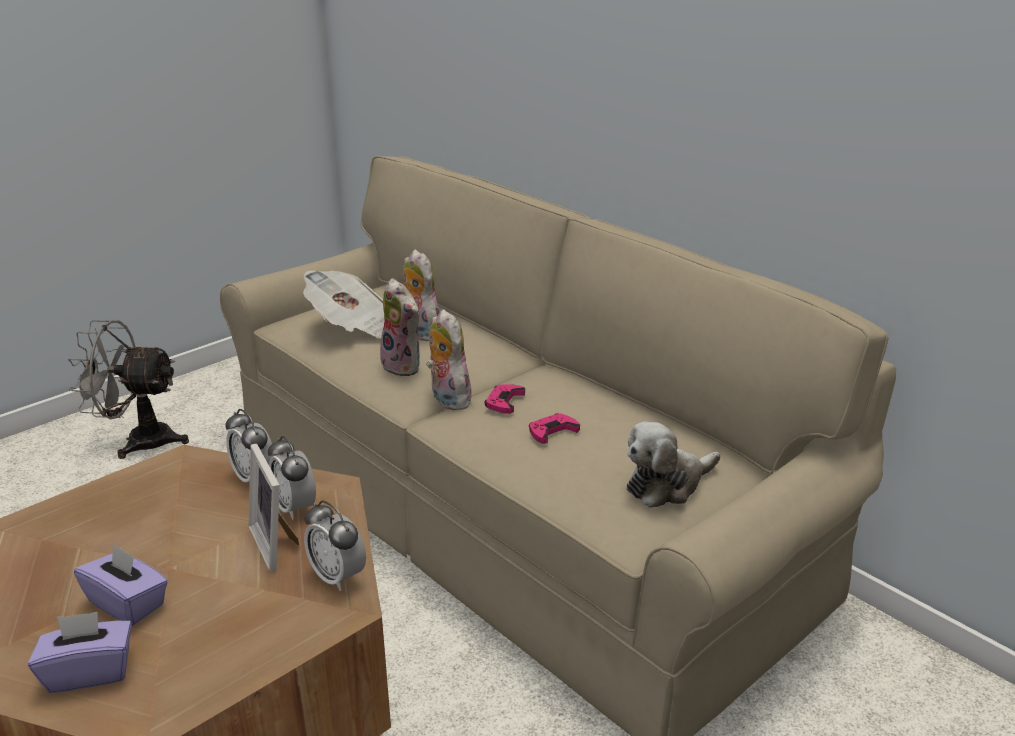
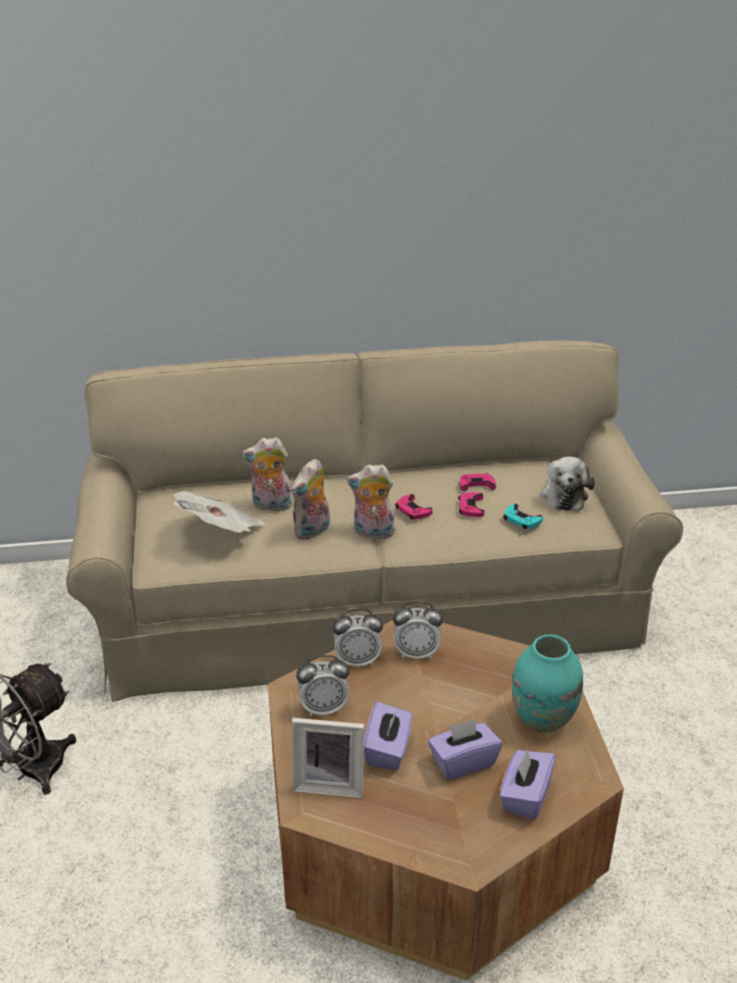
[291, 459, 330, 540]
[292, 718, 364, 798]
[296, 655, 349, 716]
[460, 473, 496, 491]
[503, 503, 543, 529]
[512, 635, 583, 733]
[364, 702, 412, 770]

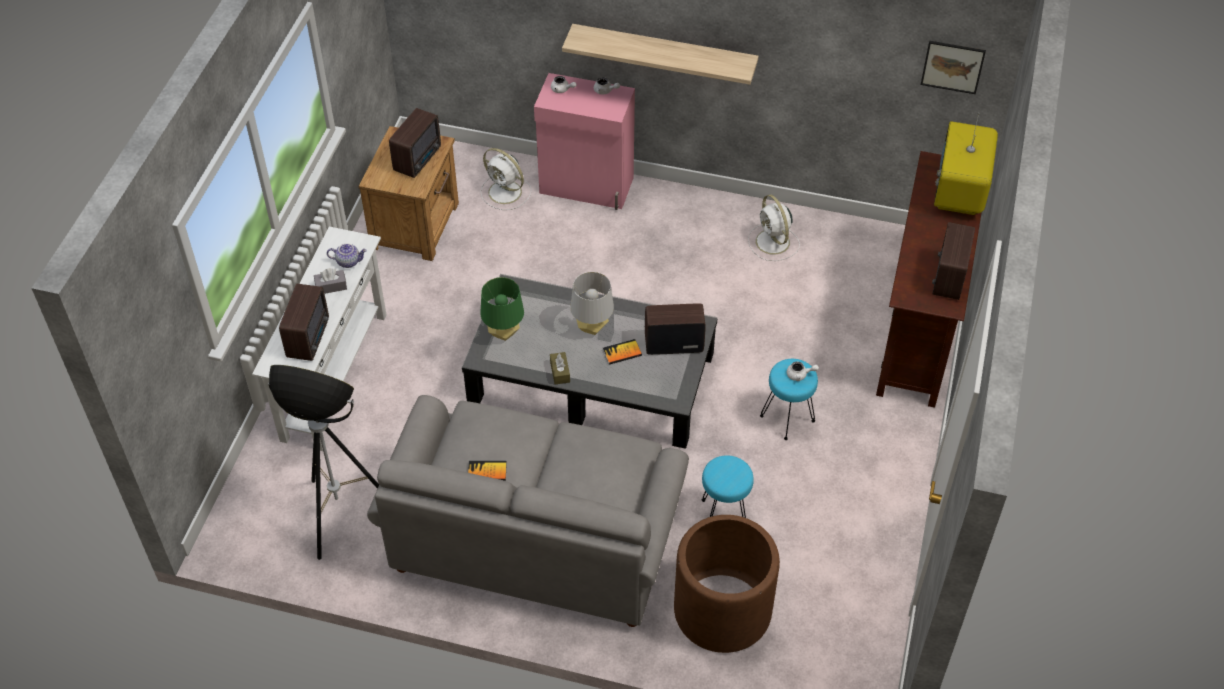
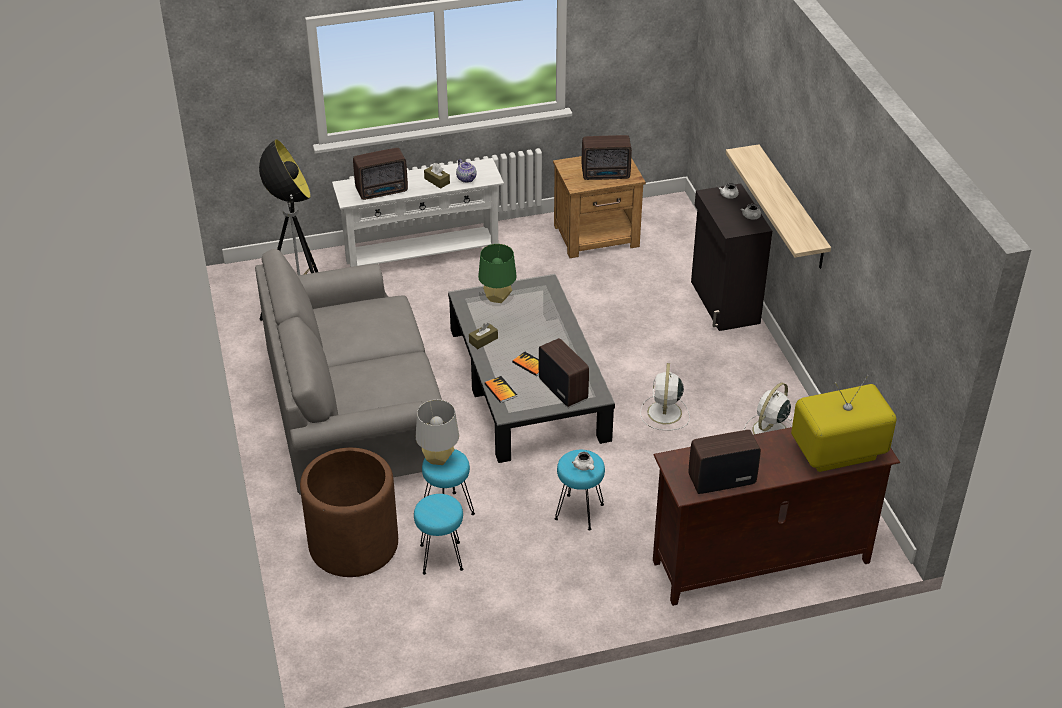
[921, 41, 986, 94] (first image)
[691, 183, 772, 331]
[640, 363, 690, 430]
[424, 163, 450, 189]
[416, 400, 459, 465]
[484, 376, 517, 403]
[414, 494, 463, 575]

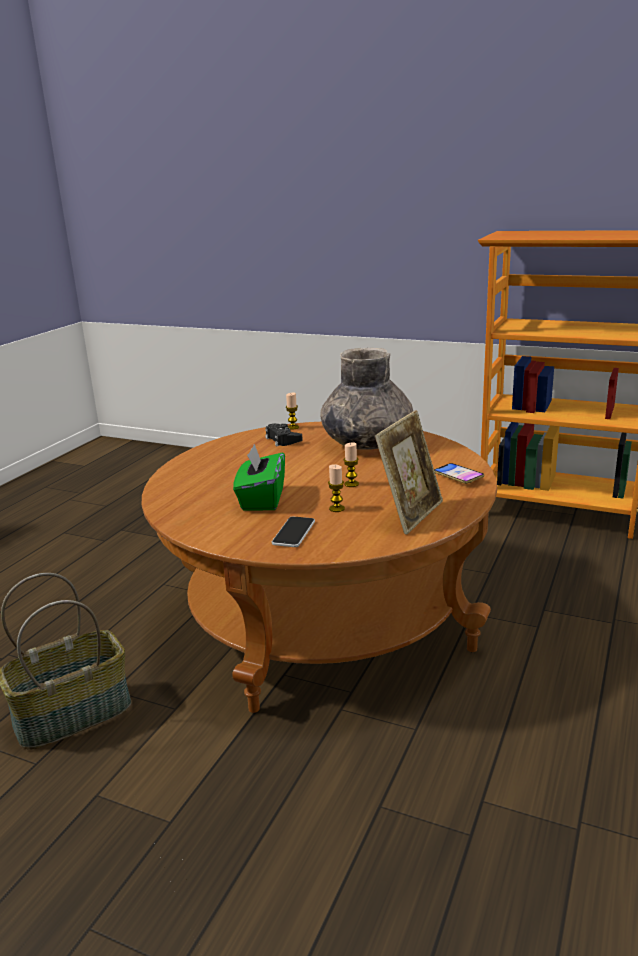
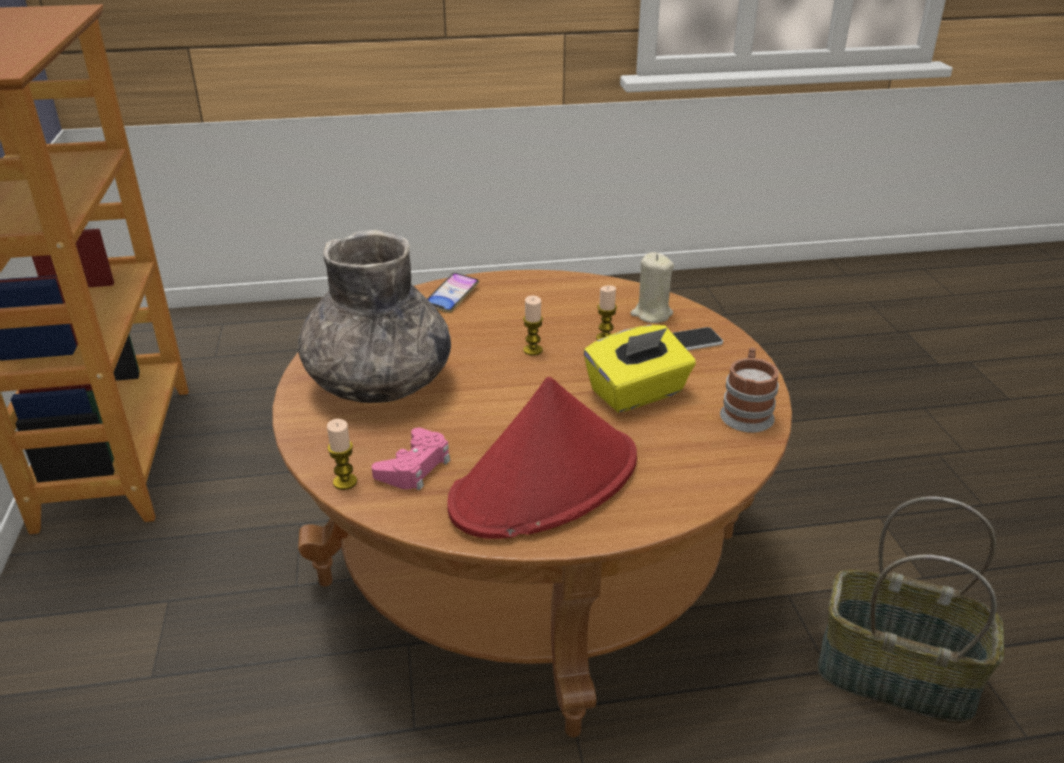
[375, 410, 443, 534] (first image)
[372, 428, 450, 490]
[584, 325, 696, 413]
[630, 252, 674, 323]
[720, 348, 779, 433]
[447, 377, 637, 539]

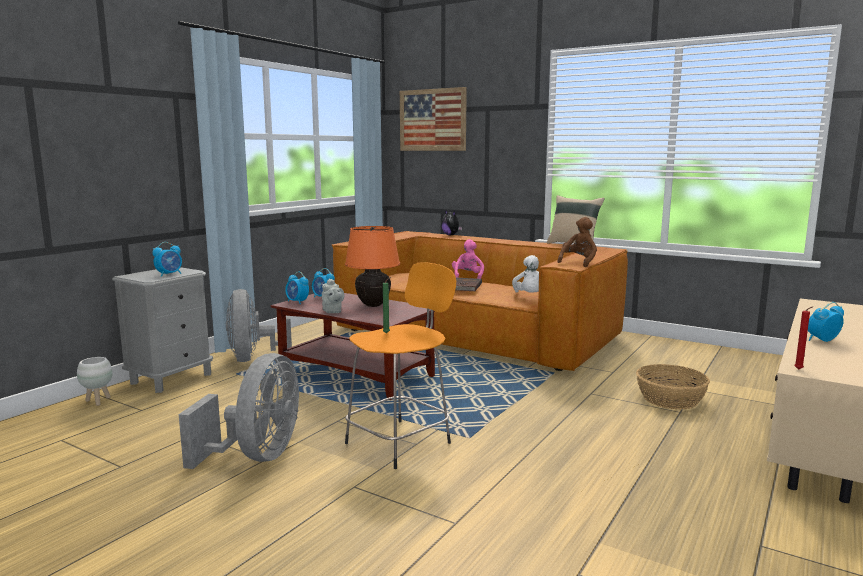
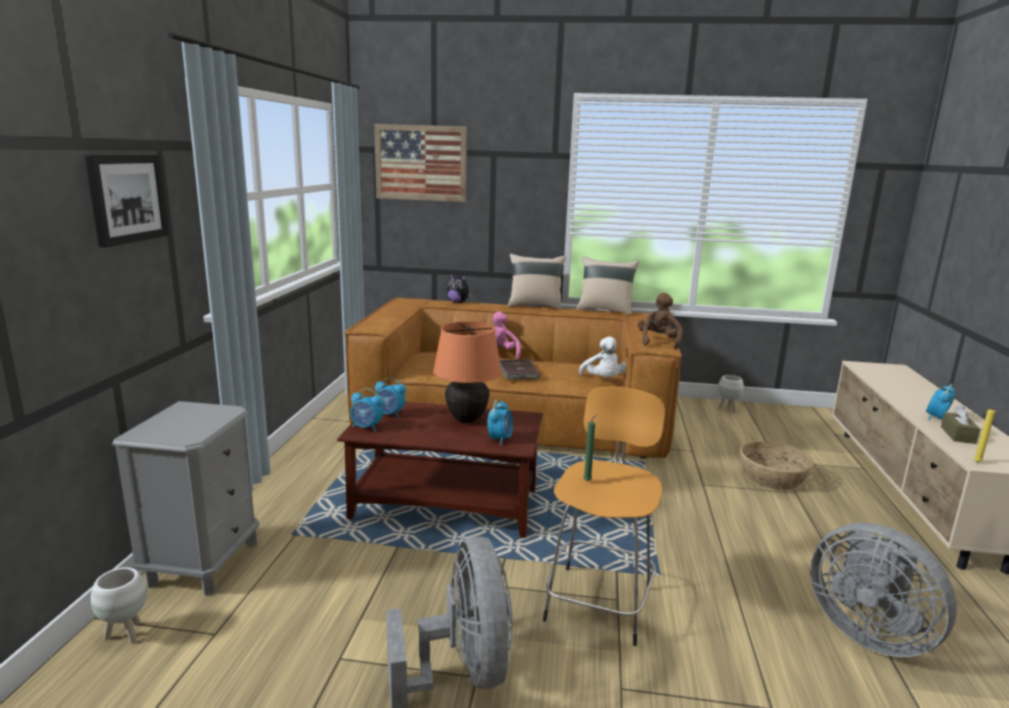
[487, 400, 513, 445]
[322, 278, 344, 313] (first image)
[810, 523, 957, 657]
[974, 406, 1001, 463]
[85, 155, 169, 247]
[508, 254, 566, 309]
[718, 375, 744, 413]
[941, 405, 980, 444]

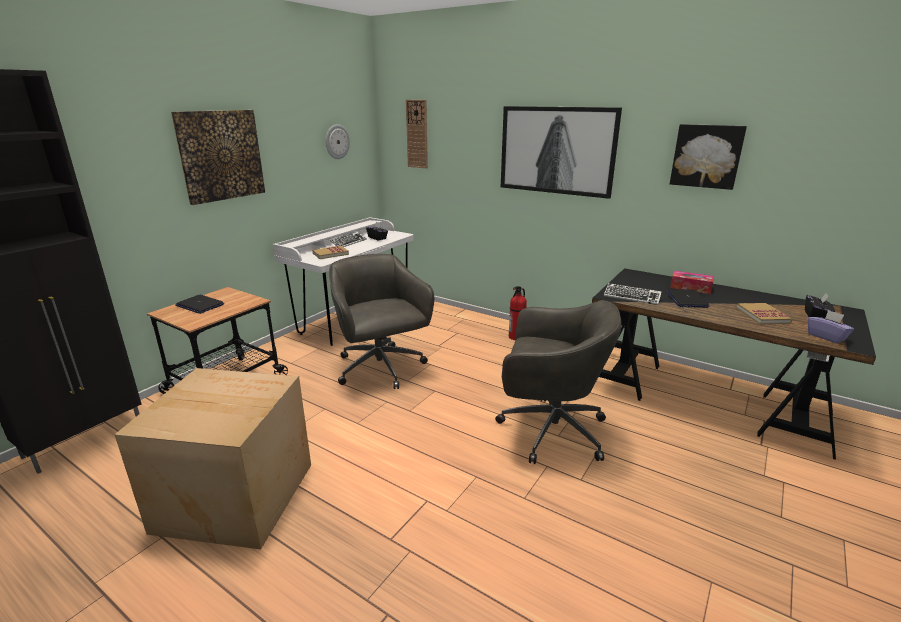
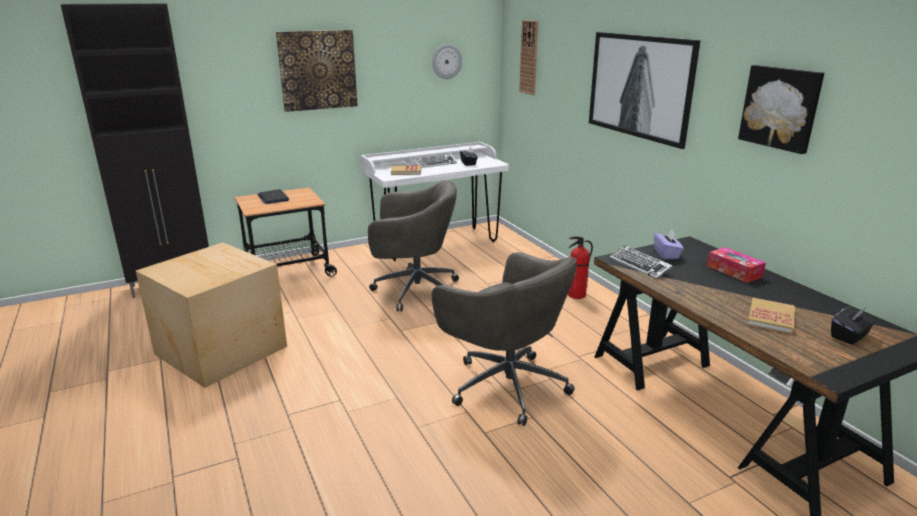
[368, 180, 459, 311]
[666, 289, 710, 308] (first image)
[654, 229, 684, 259]

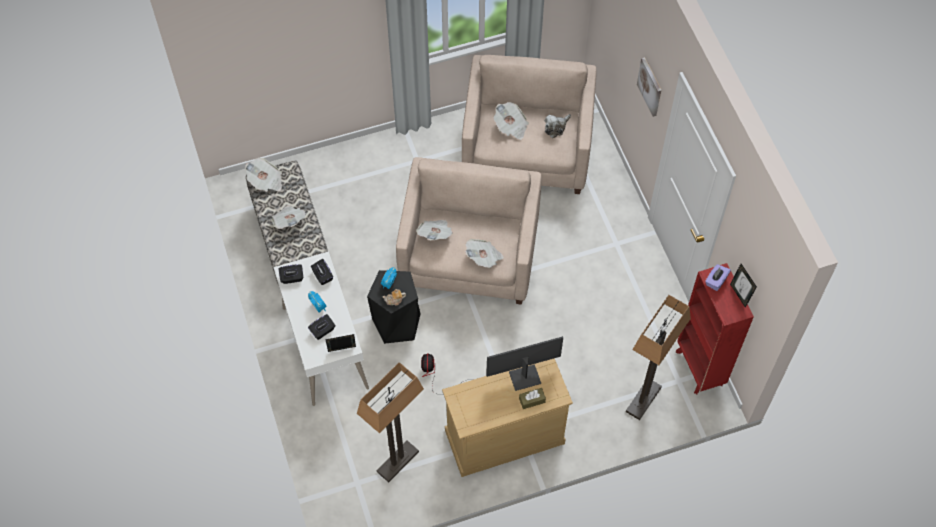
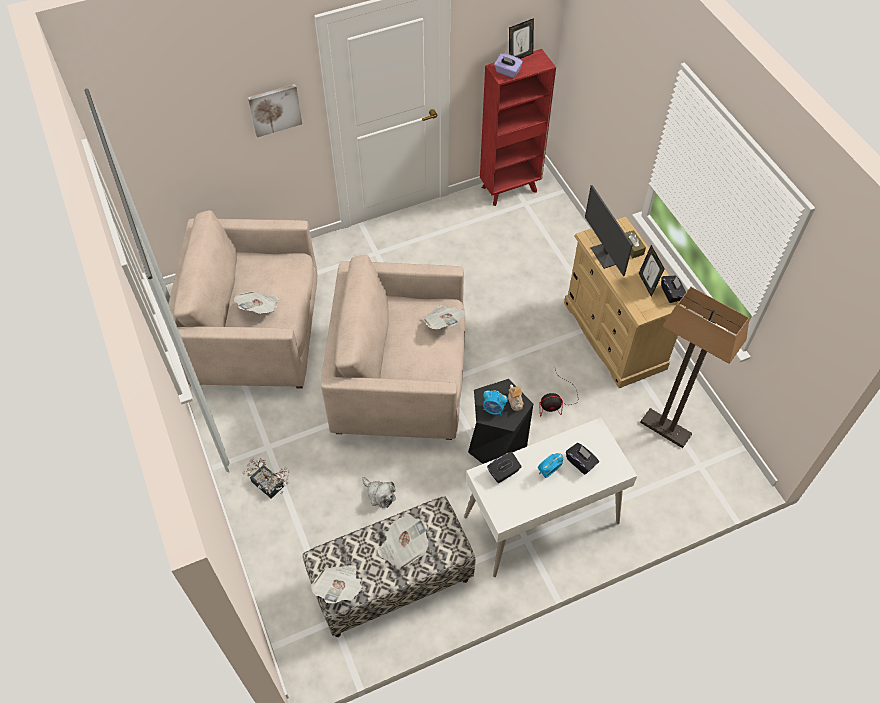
[362, 477, 396, 508]
[416, 220, 453, 240] (first image)
[661, 276, 686, 303]
[626, 295, 691, 420] (first image)
[639, 245, 665, 297]
[242, 458, 290, 499]

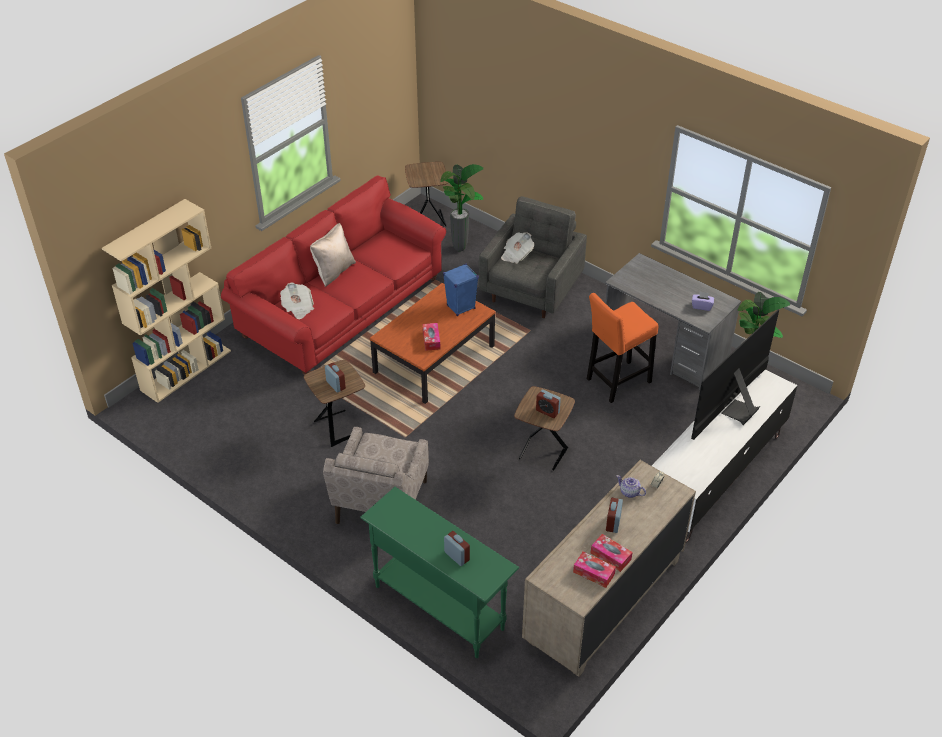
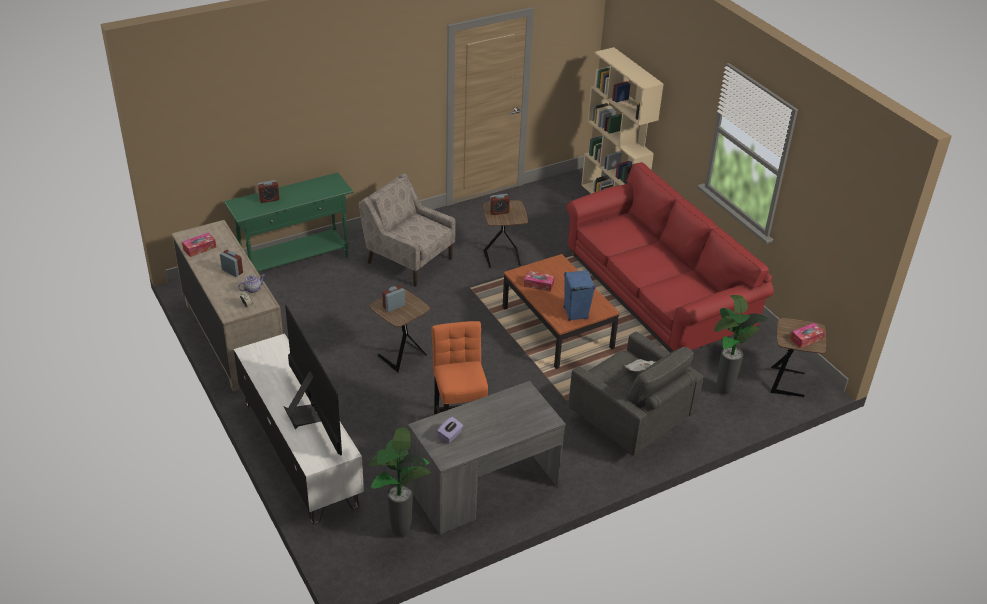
[310, 223, 356, 287] (first image)
[280, 282, 314, 319] (first image)
[790, 323, 825, 348]

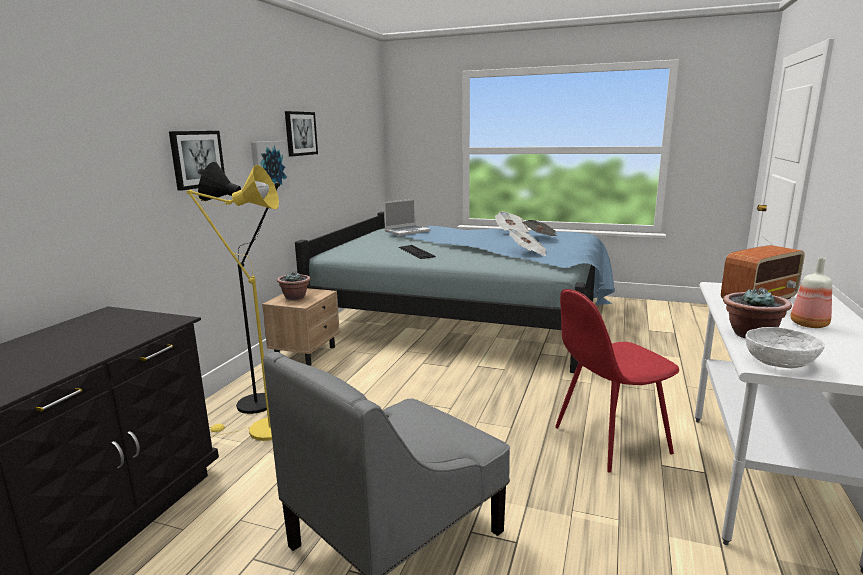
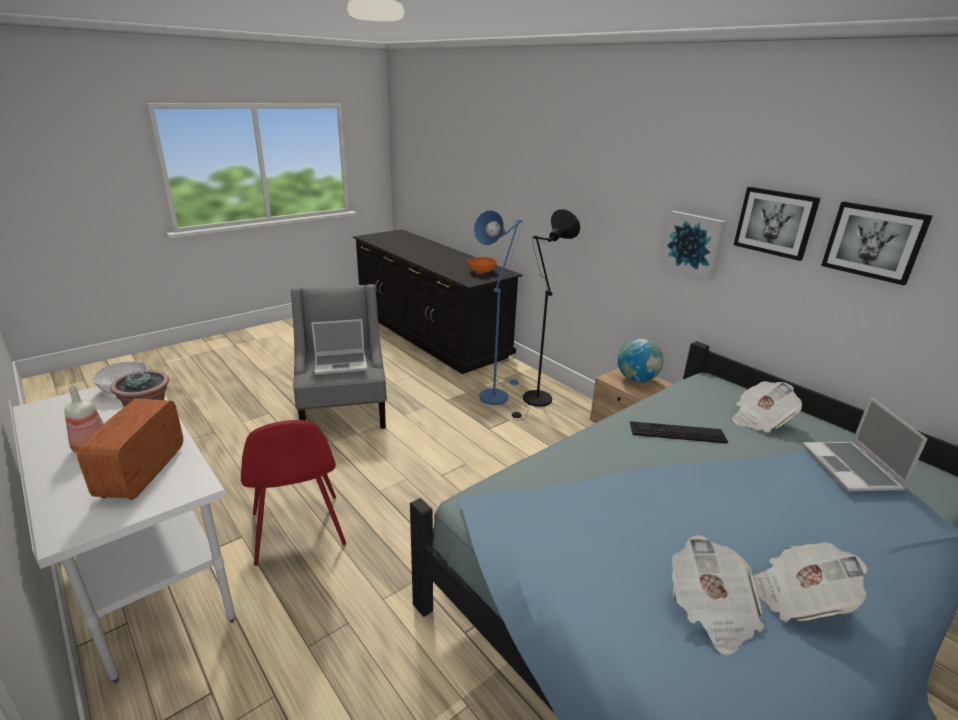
[821, 201, 933, 285]
[474, 210, 523, 405]
[732, 381, 802, 433]
[618, 338, 663, 382]
[241, 420, 346, 566]
[468, 257, 497, 273]
[311, 319, 367, 375]

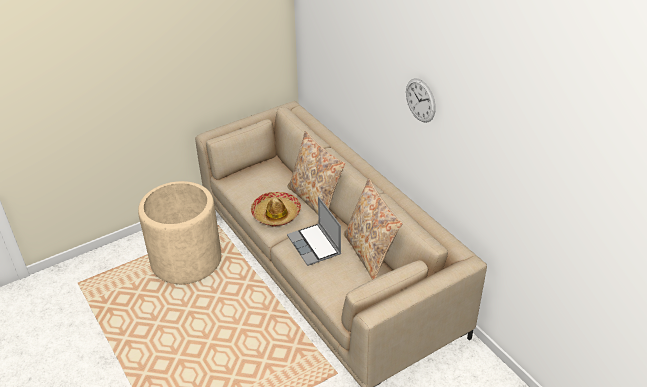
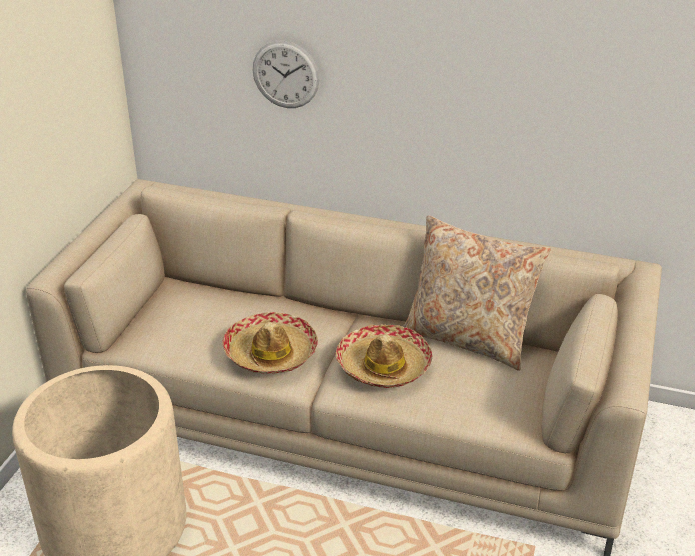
[253, 41, 319, 108]
[287, 131, 346, 215] (first image)
[336, 325, 432, 388]

